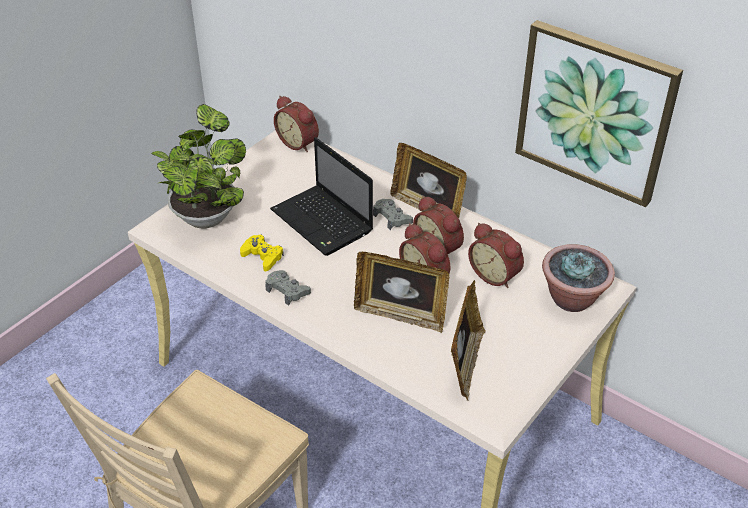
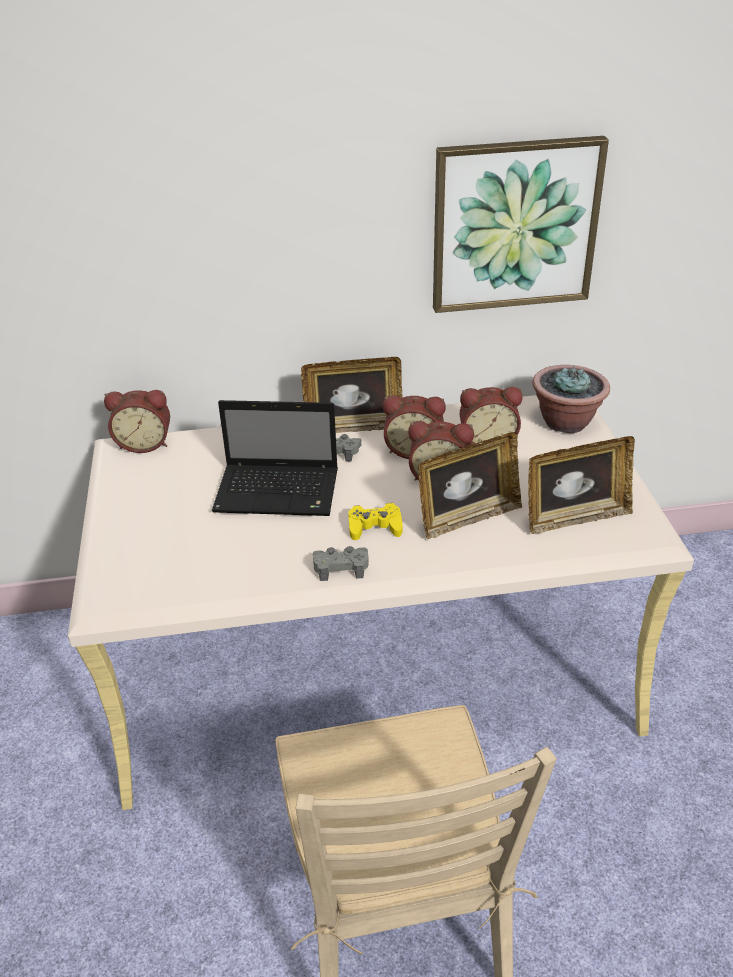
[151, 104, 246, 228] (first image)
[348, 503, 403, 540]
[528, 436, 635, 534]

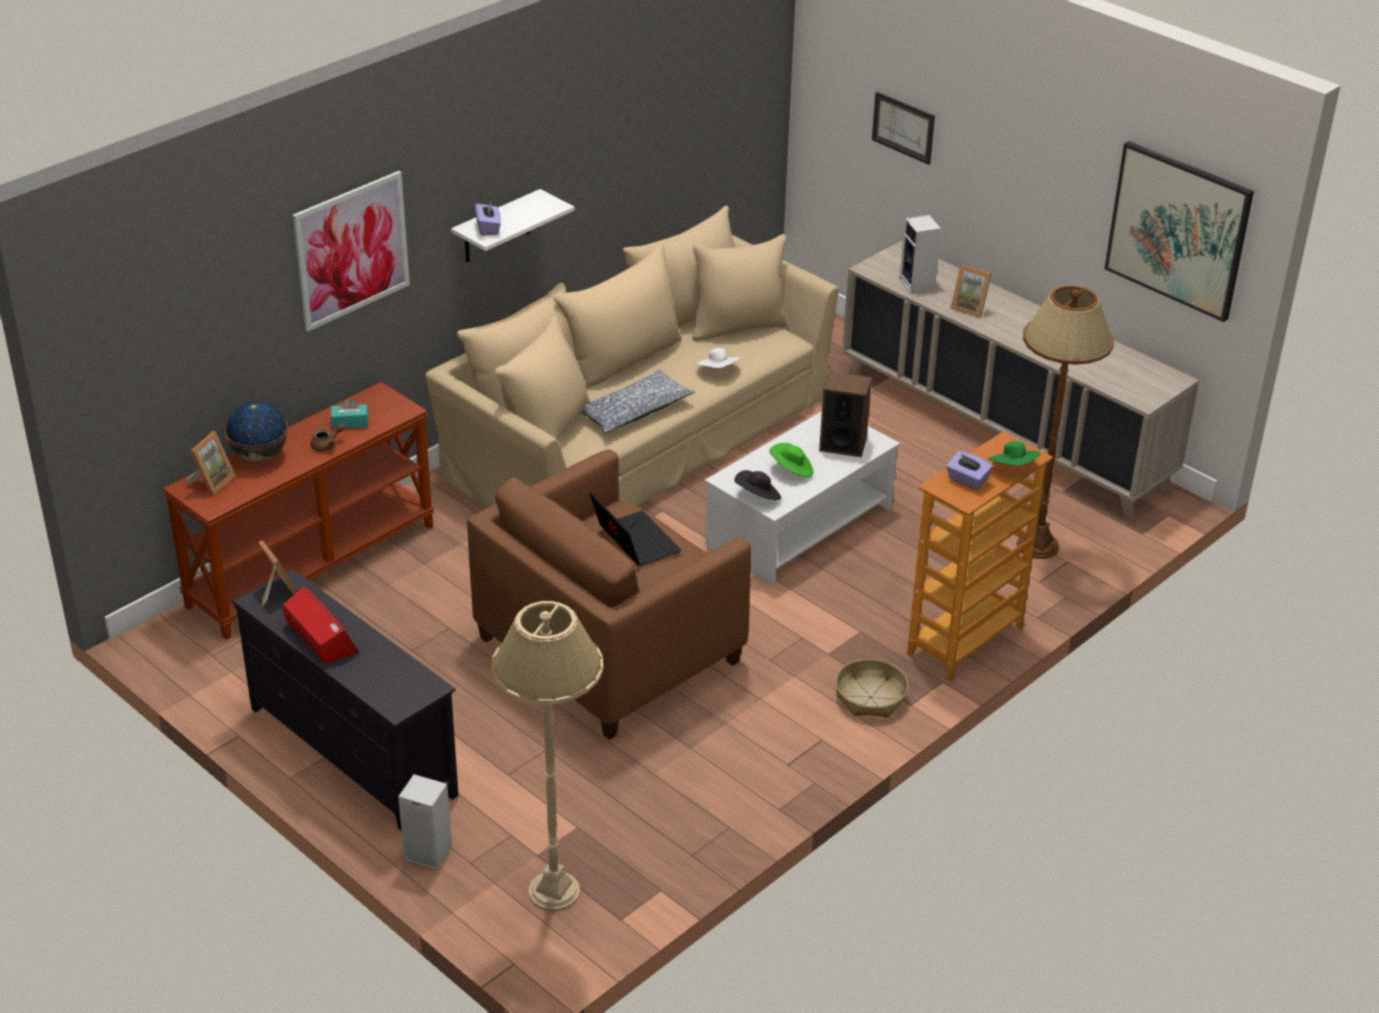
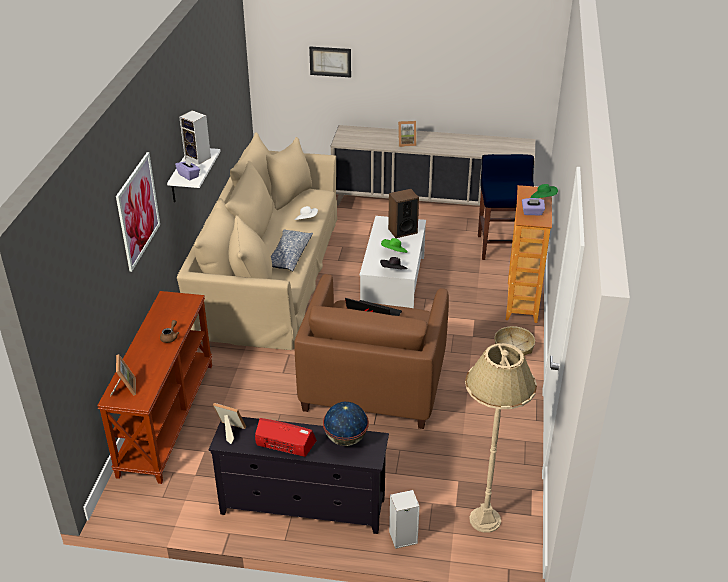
[1105, 141, 1254, 322] (first image)
[179, 110, 211, 165]
[478, 154, 534, 260]
[331, 399, 368, 429] (first image)
[323, 402, 369, 446]

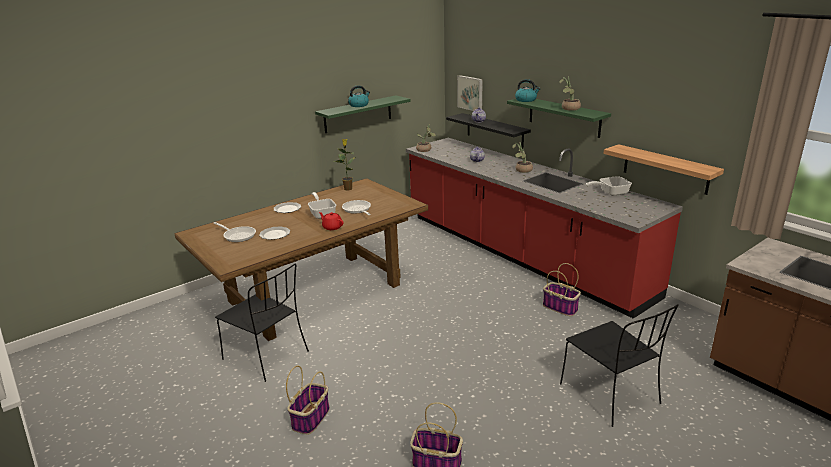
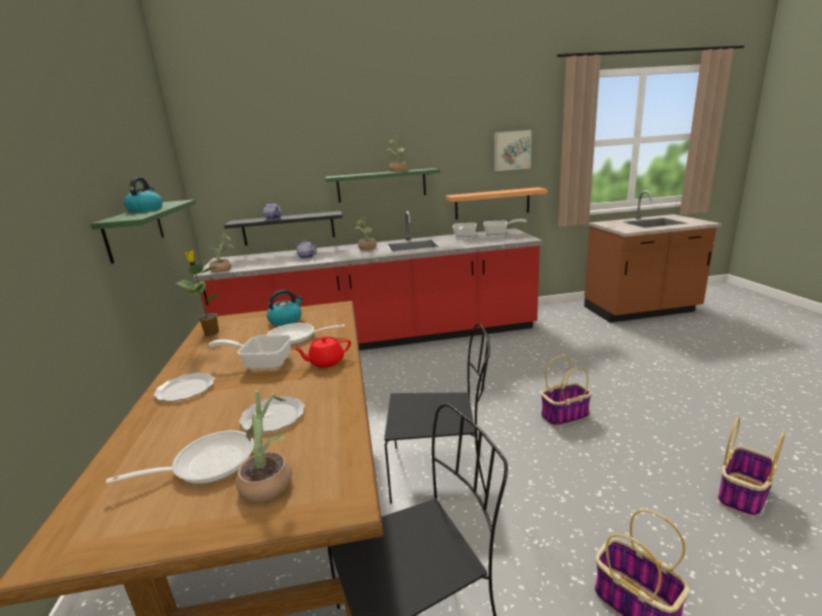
[494, 130, 532, 171]
[267, 290, 303, 326]
[541, 356, 592, 426]
[384, 323, 490, 504]
[484, 219, 527, 235]
[236, 391, 292, 502]

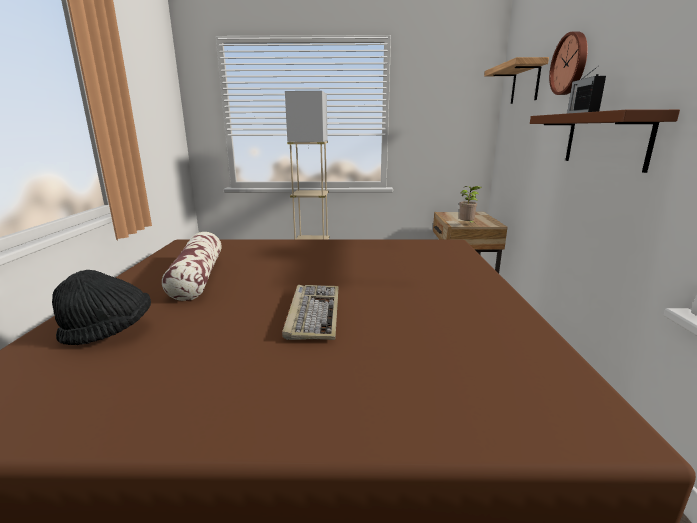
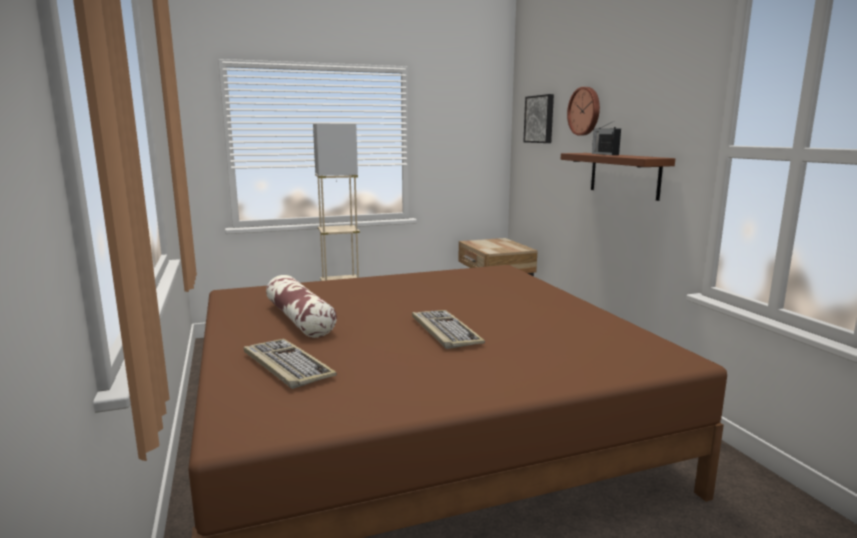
[523, 94, 554, 143]
[459, 186, 482, 224] (first image)
[244, 339, 337, 389]

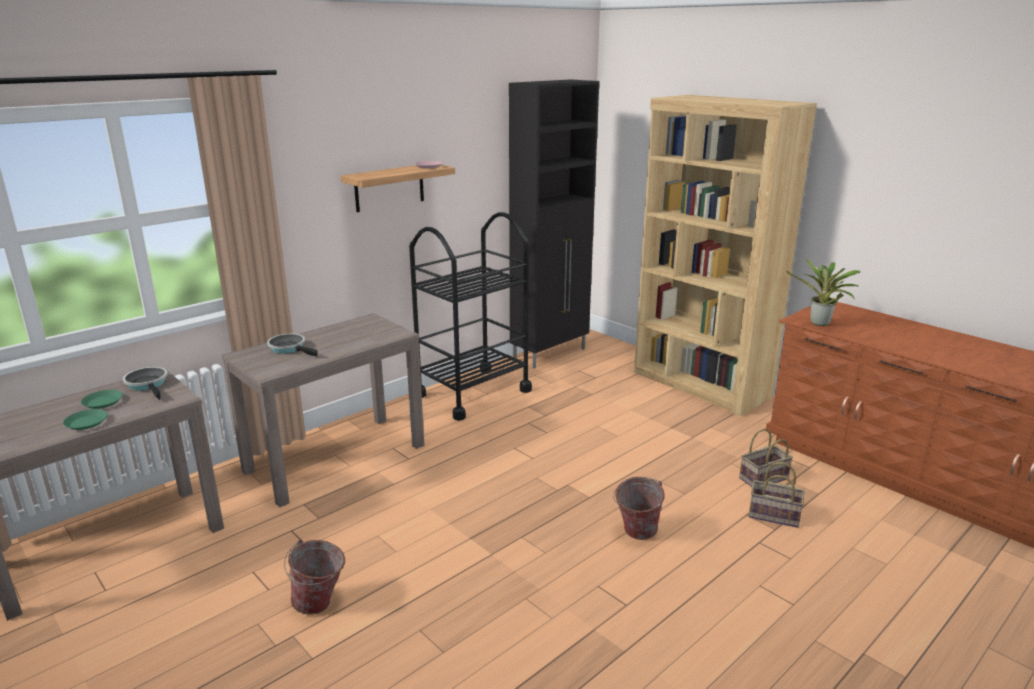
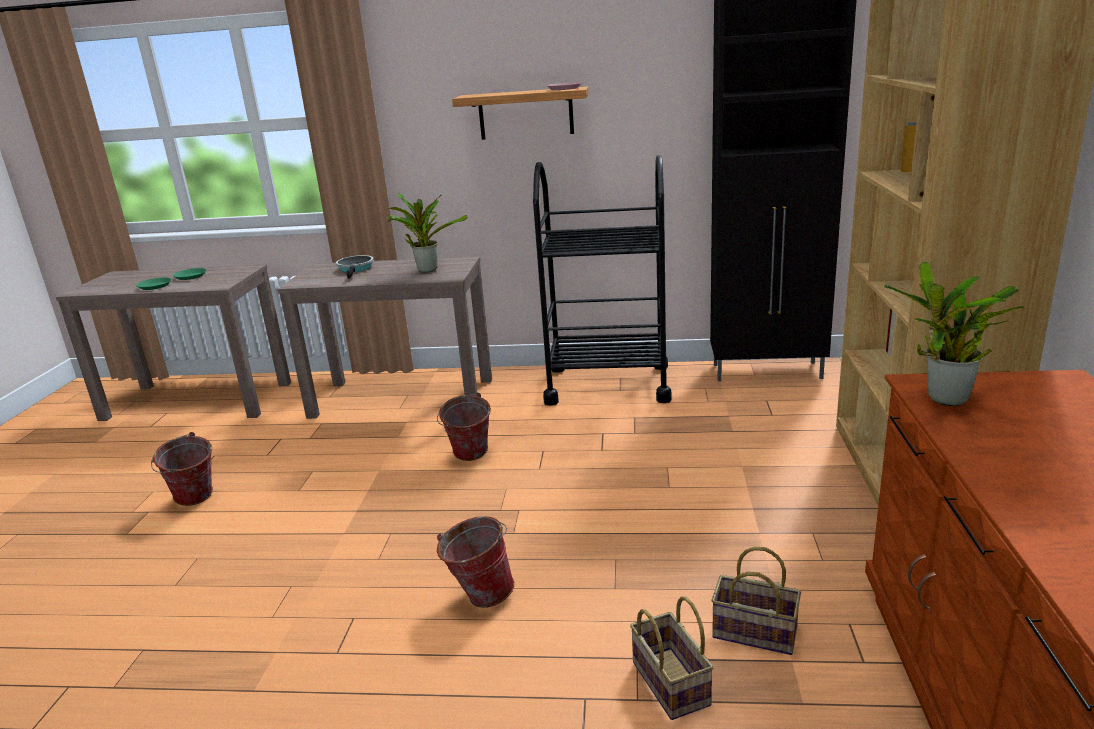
[123, 367, 168, 400] (first image)
[386, 193, 468, 273]
[437, 393, 491, 461]

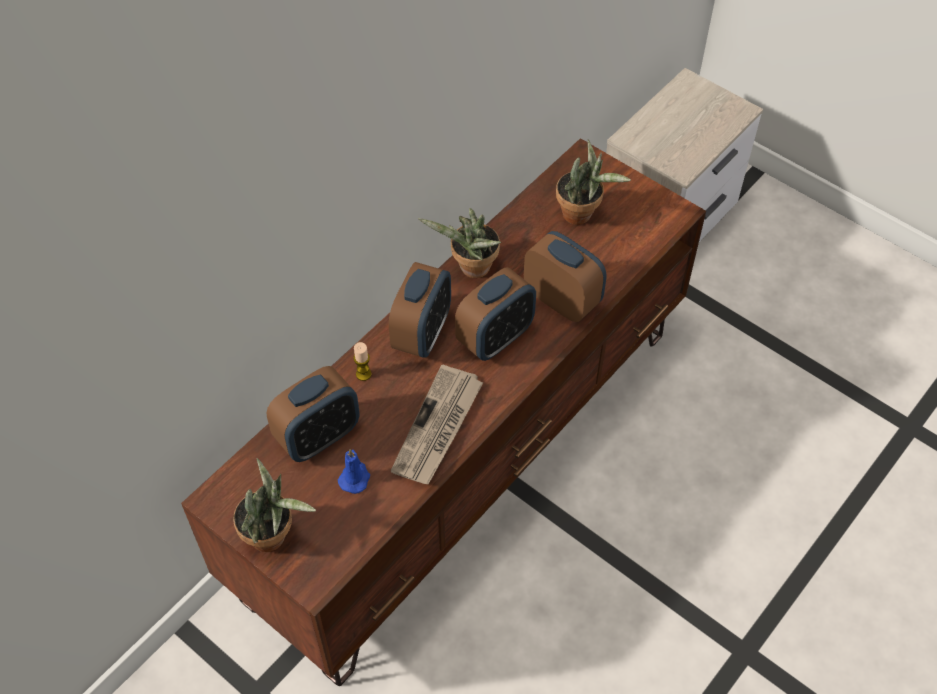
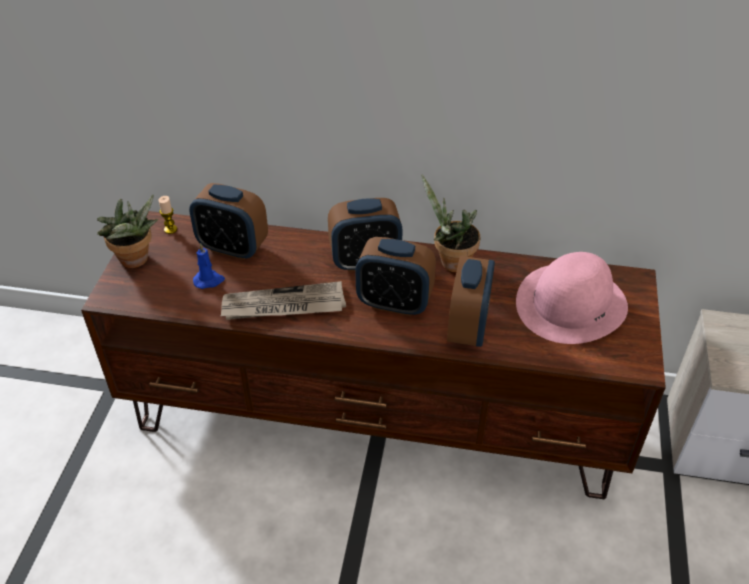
[516, 252, 628, 344]
[158, 196, 177, 234]

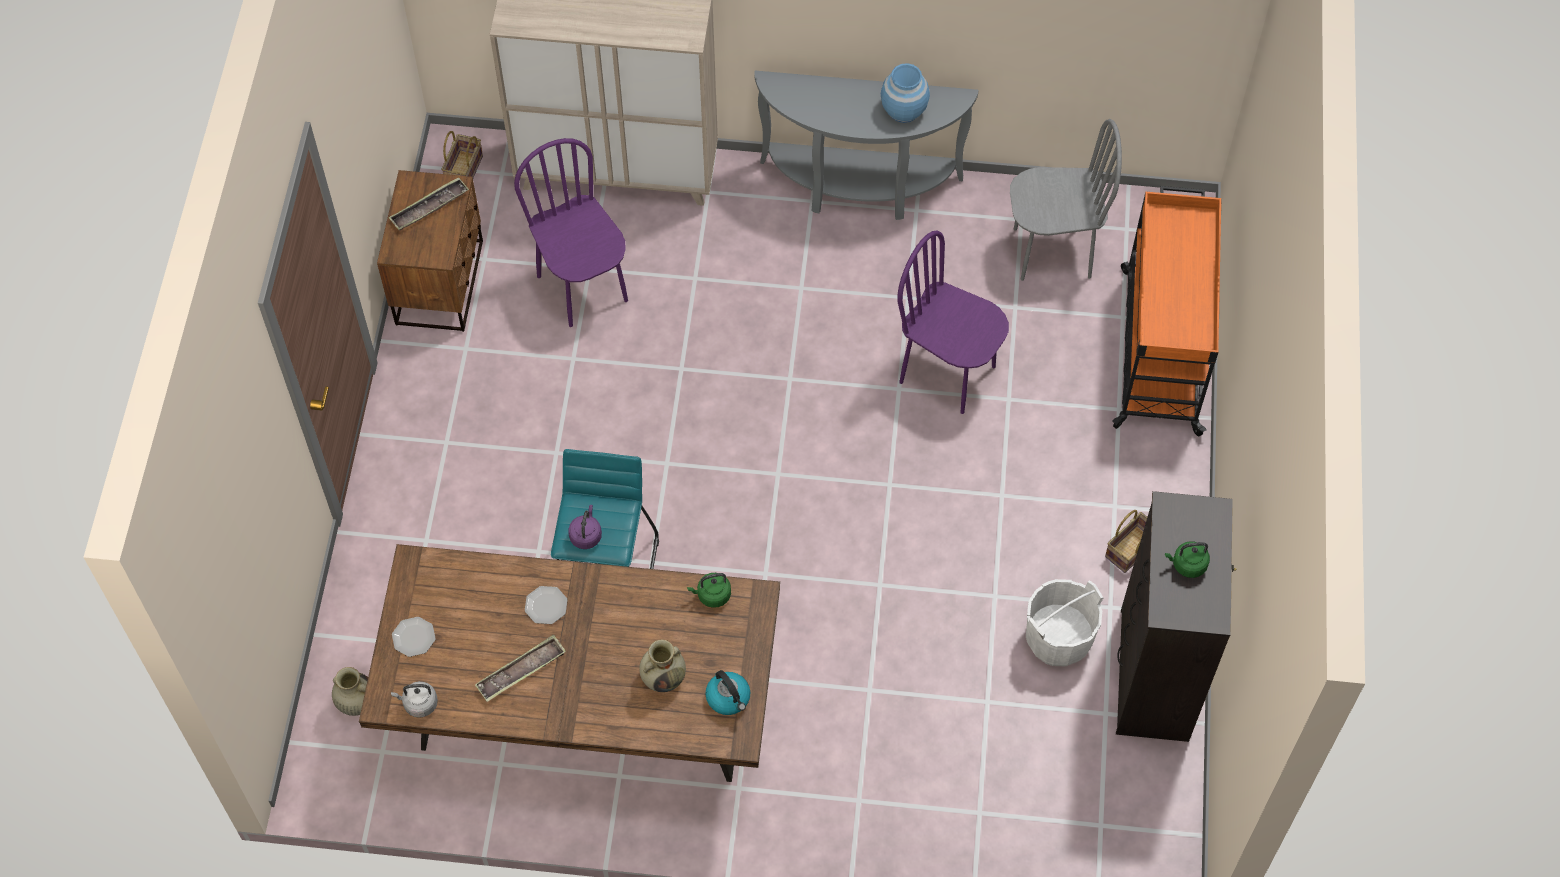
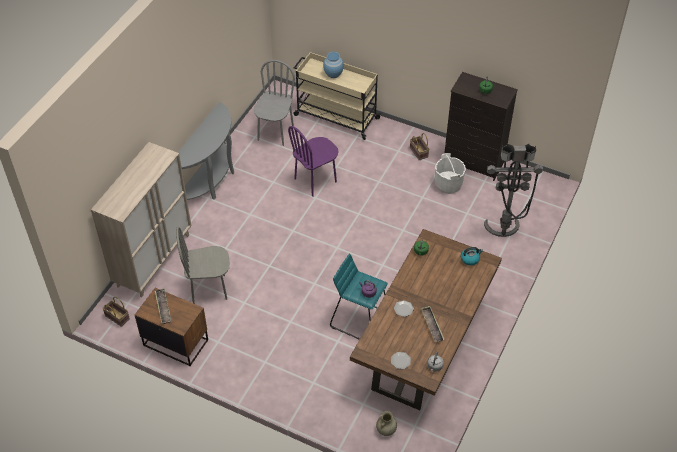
[323, 52, 344, 78]
[176, 227, 230, 304]
[293, 52, 381, 140]
[639, 640, 686, 692] (first image)
[484, 143, 543, 237]

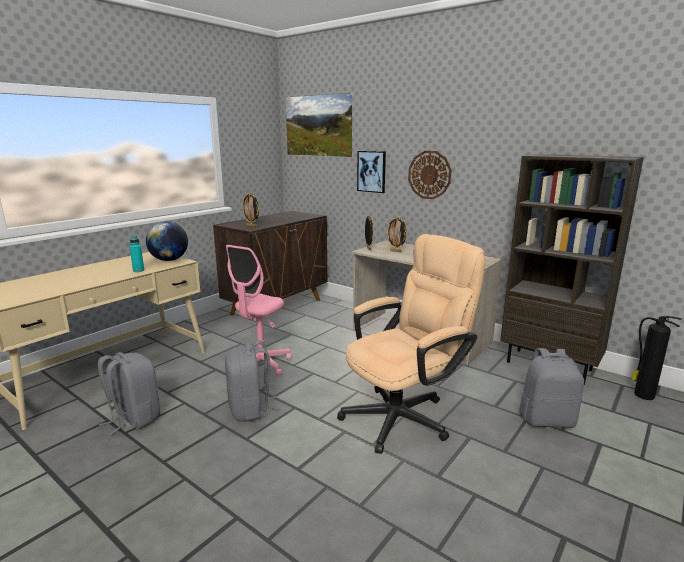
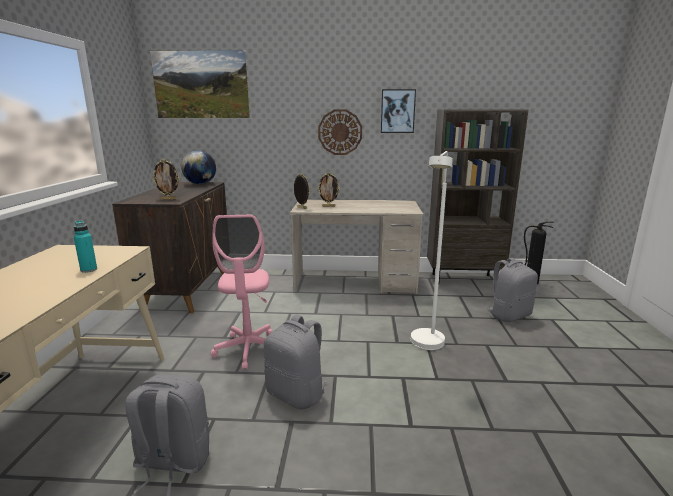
[381, 89, 416, 133]
[181, 150, 216, 184]
[411, 151, 453, 350]

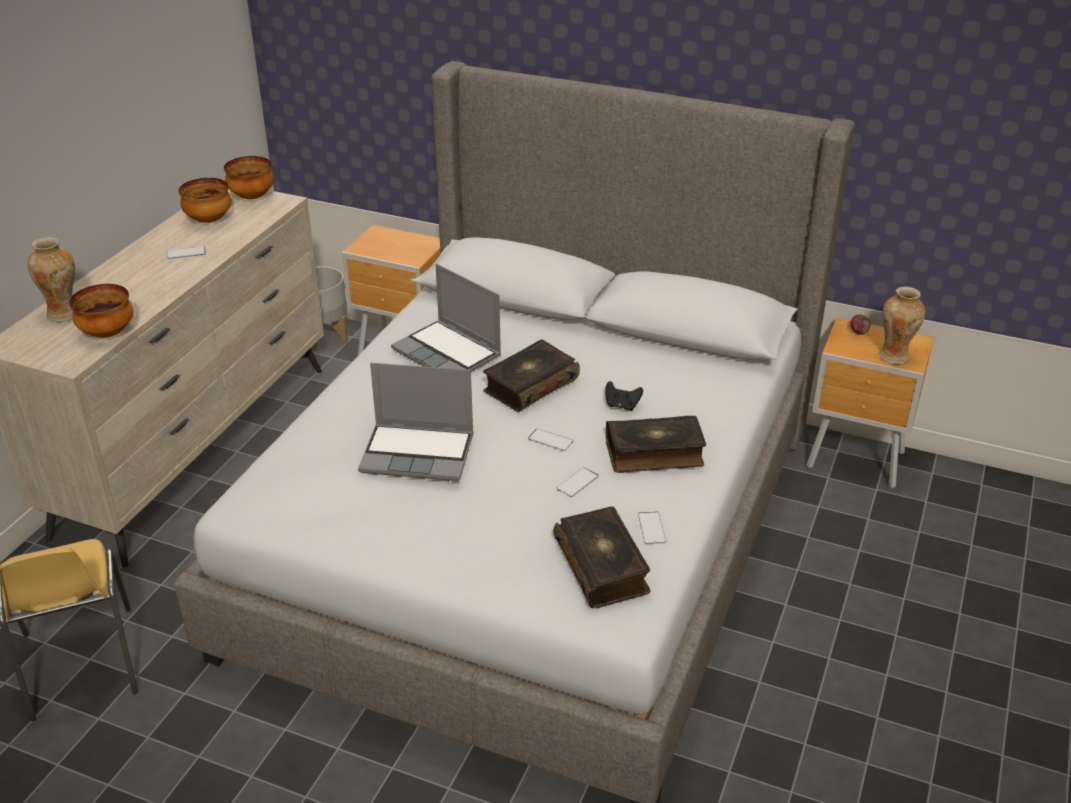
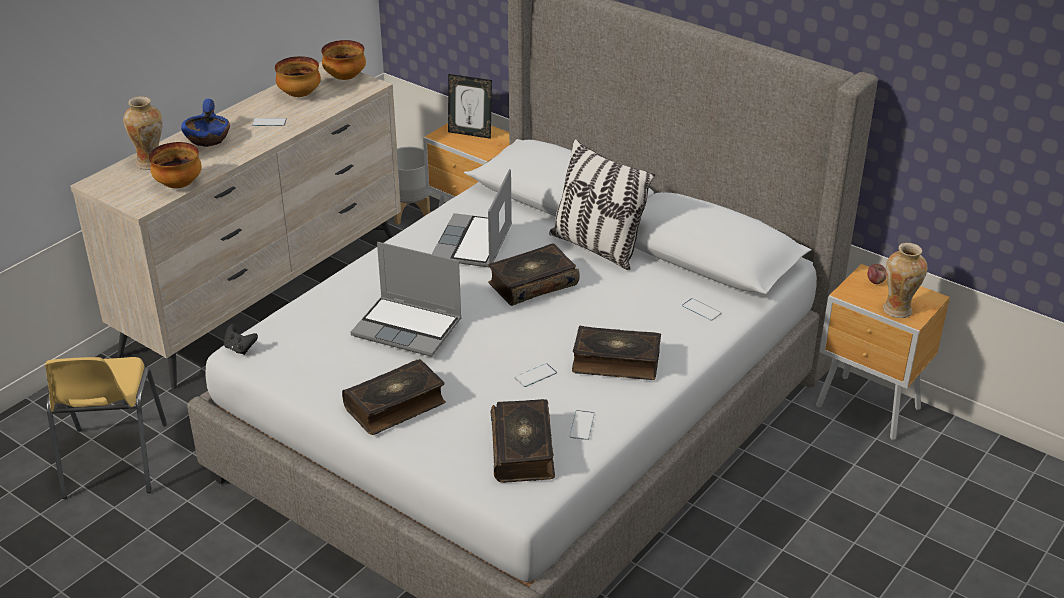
[432, 169, 512, 268]
[224, 323, 258, 355]
[682, 298, 721, 320]
[448, 74, 492, 139]
[181, 99, 230, 147]
[549, 139, 655, 270]
[342, 359, 446, 435]

